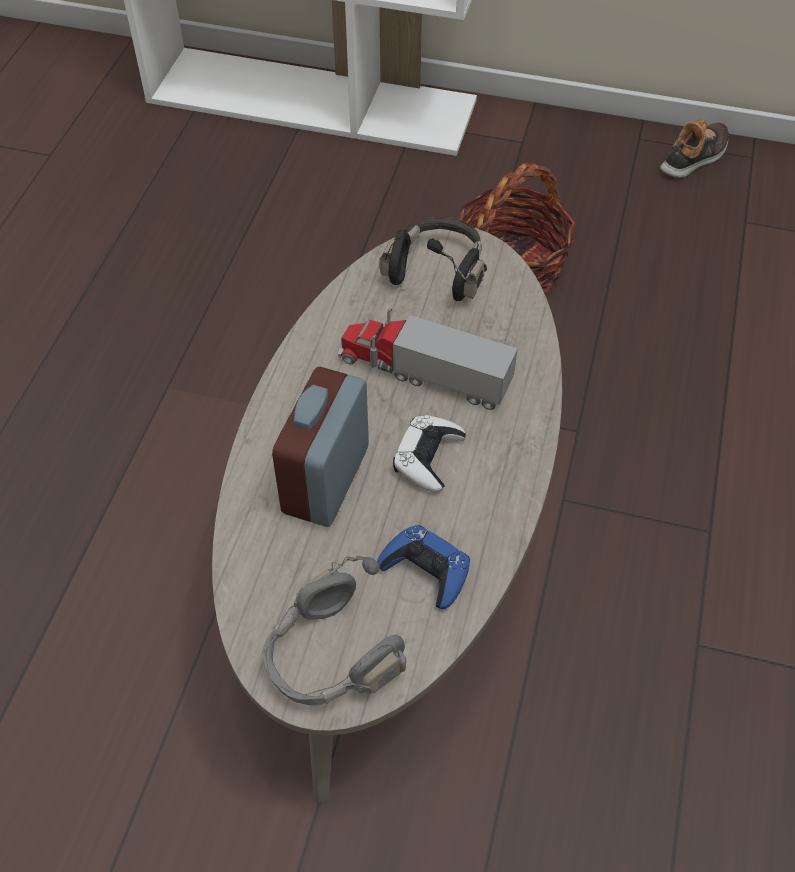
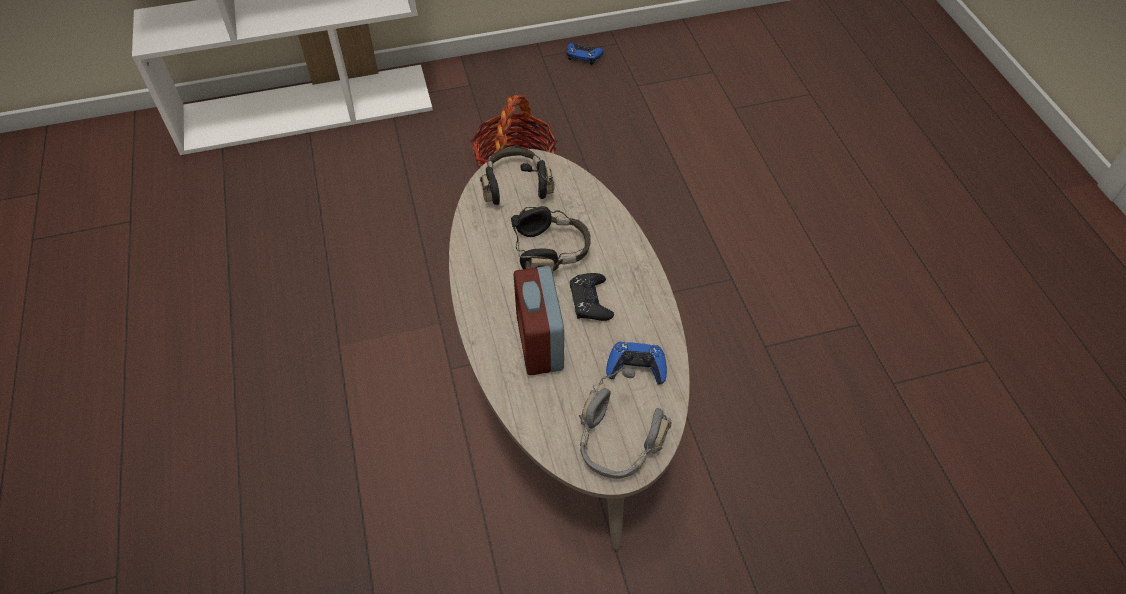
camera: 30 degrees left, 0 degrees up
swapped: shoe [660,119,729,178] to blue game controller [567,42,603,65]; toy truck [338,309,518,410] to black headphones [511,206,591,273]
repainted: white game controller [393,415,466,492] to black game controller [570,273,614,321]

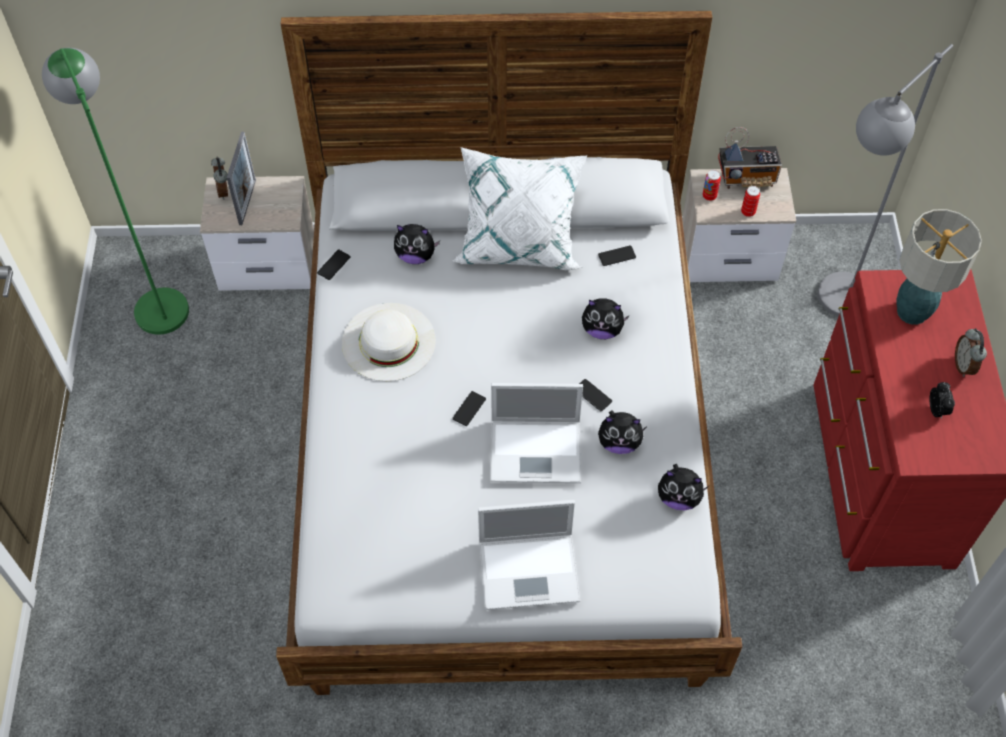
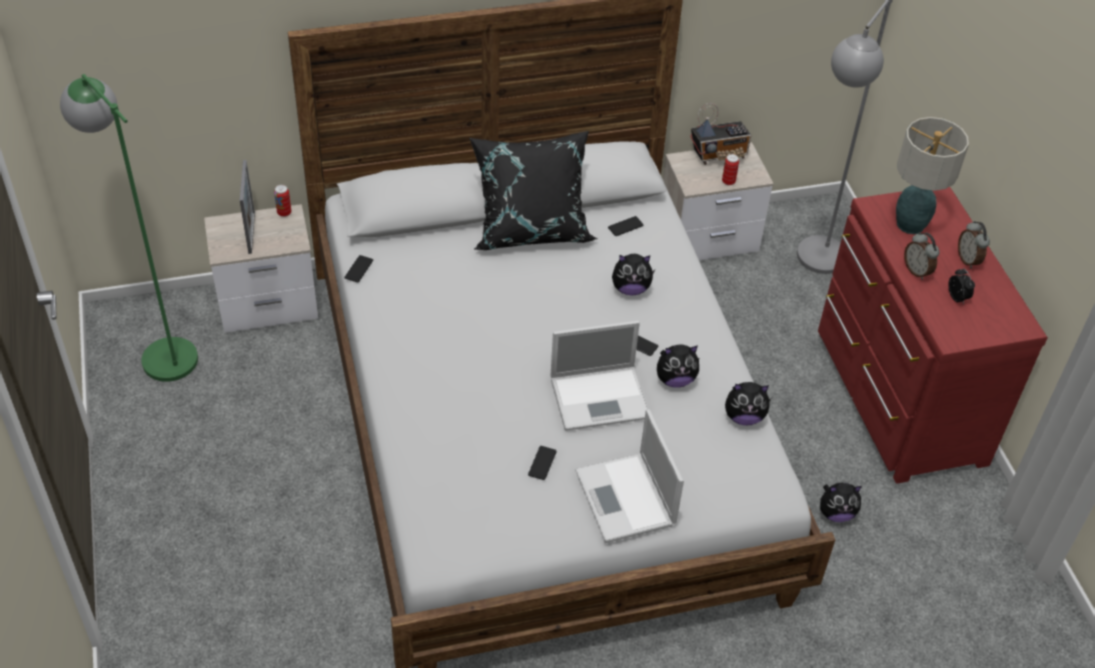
camera: 15 degrees left, 10 degrees down
gone: white hat [342,303,436,381]
shifted: alarm clock [211,157,228,200] to [904,232,940,280]; can [703,170,721,201] to [274,185,291,217]; plush toy [394,224,440,264] to [820,483,862,522]; phone [452,391,486,426] to [528,446,557,480]
repainted: white pillow [452,147,587,270] to black pillow [469,131,597,250]
rotated: laptop [478,500,580,610] = [575,409,684,543] 90 degrees clockwise

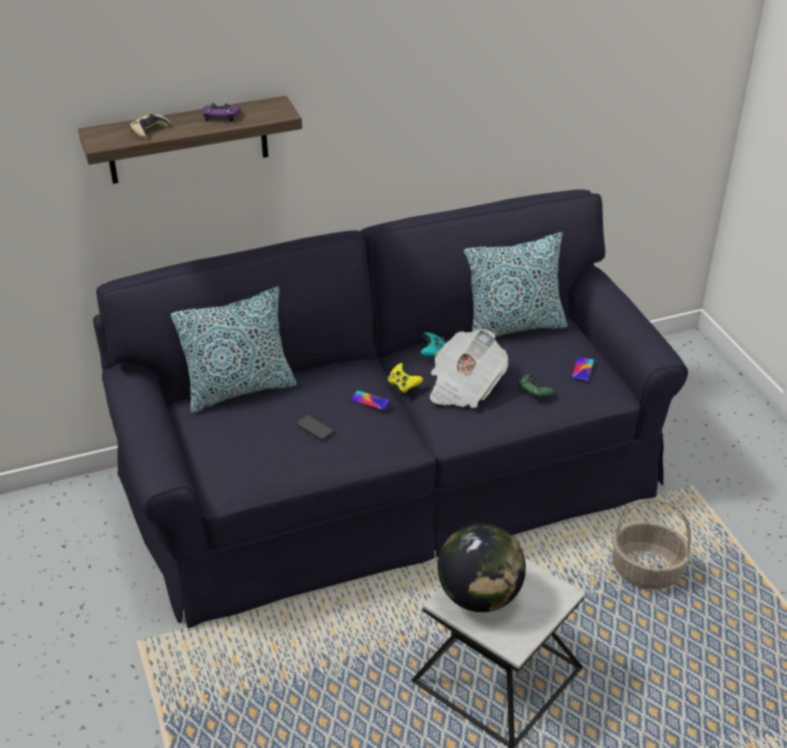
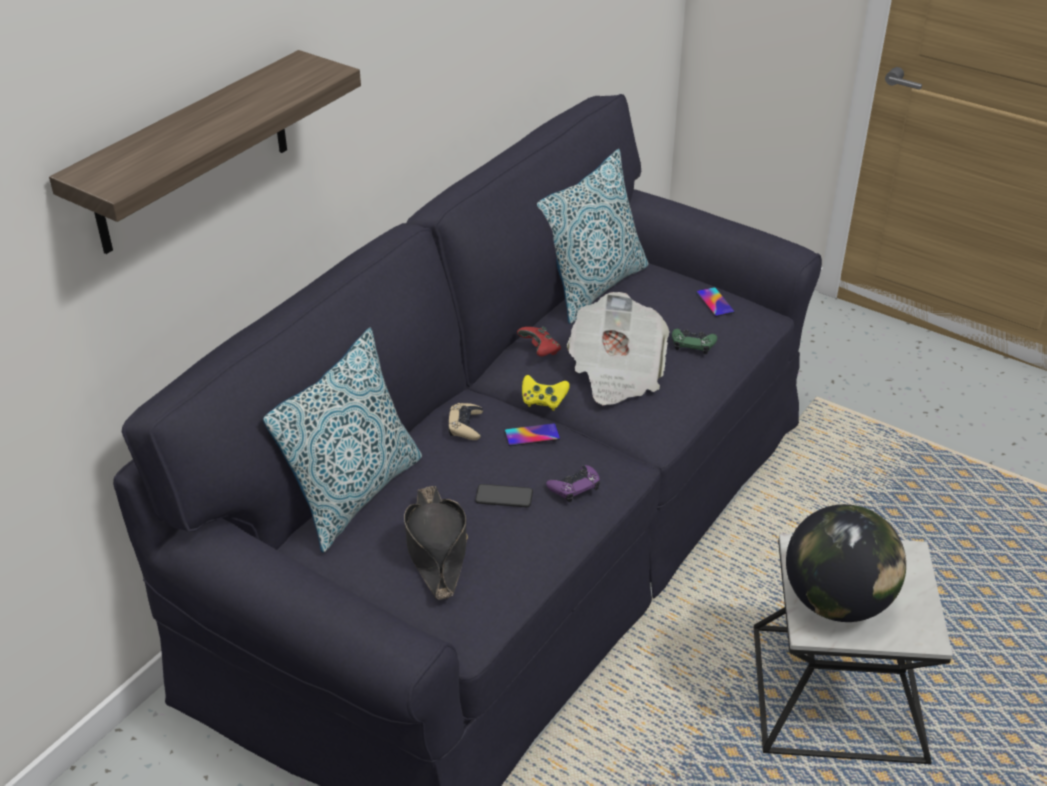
camera: 35 degrees left, 0 degrees up
gone: basket [613,499,691,589]
new: black hat [404,486,468,600]
shifted: purple game controller [202,103,241,122] to [546,465,600,502]; beige game controller [130,113,170,139] to [448,403,483,440]
repainted: turquoise game controller [421,332,445,356] to red game controller [517,326,561,356]

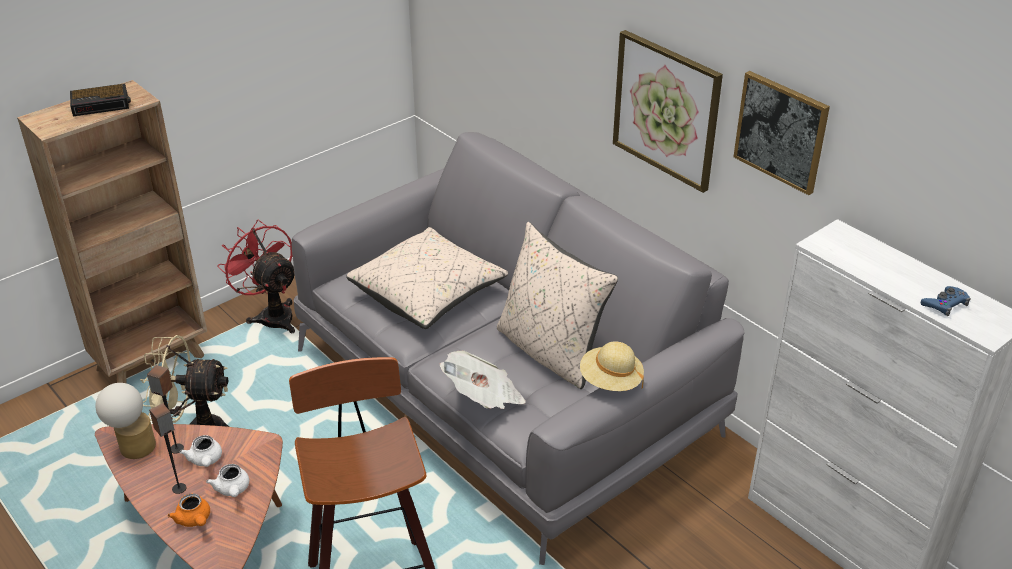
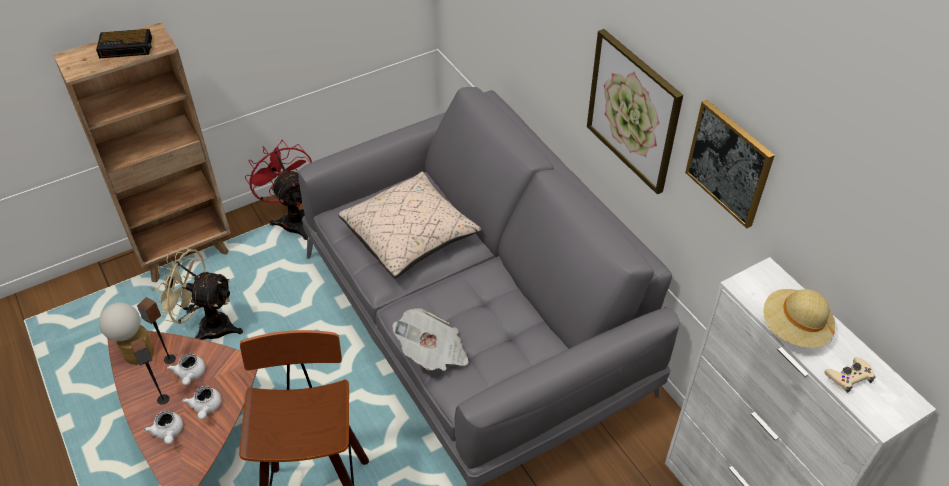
camera: 10 degrees right, 10 degrees up
gone: beige pillow [497,222,618,390]
shifted: beige hat [580,341,644,391] to [763,289,835,348]
repainted: blue game controller [920,286,971,316] to beige game controller [824,357,875,393]; orange teapot [168,493,210,527] to white teapot [144,411,183,444]

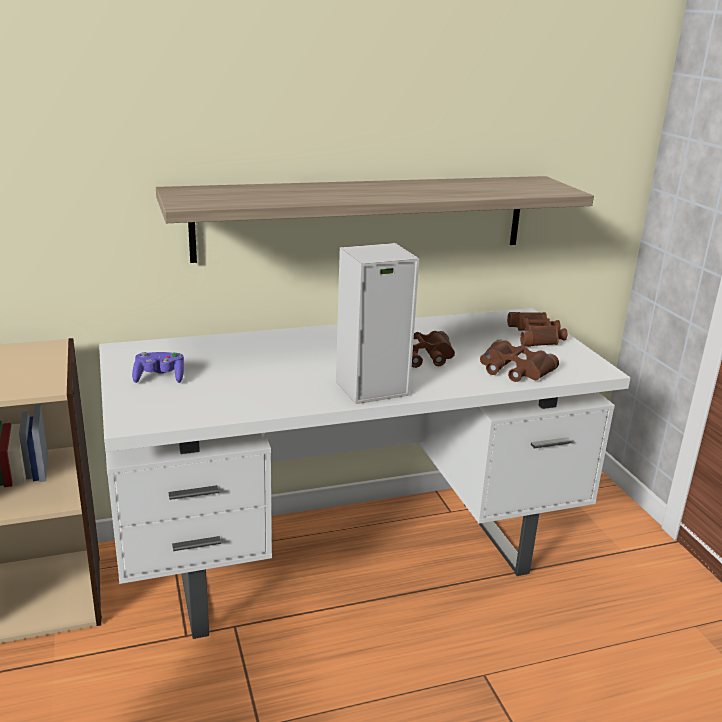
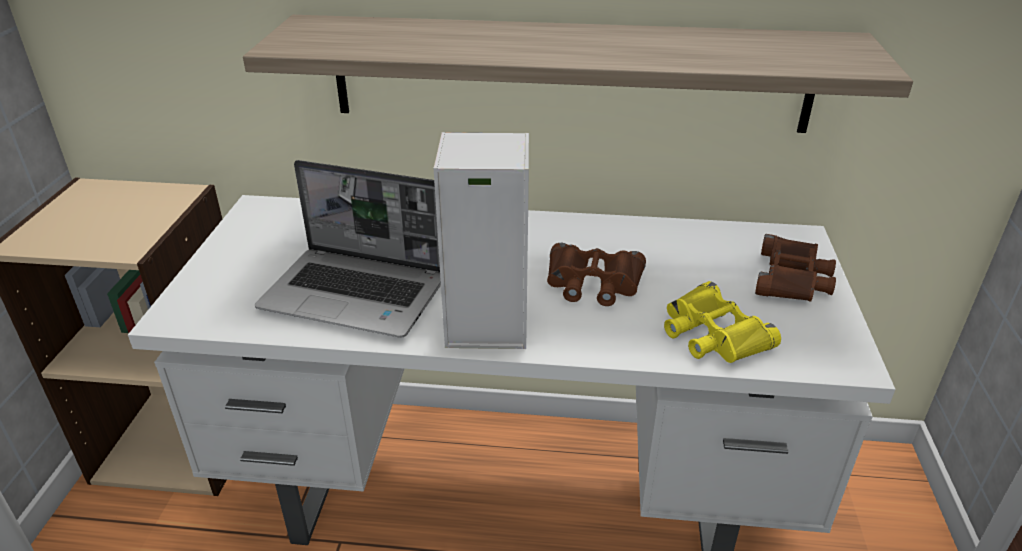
camera: 25 degrees right, 10 degrees up
gone: purple game controller [132,352,184,383]
new: laptop [255,160,441,338]
repainted: brown binoculars [480,339,559,382] to yellow binoculars [664,281,781,363]

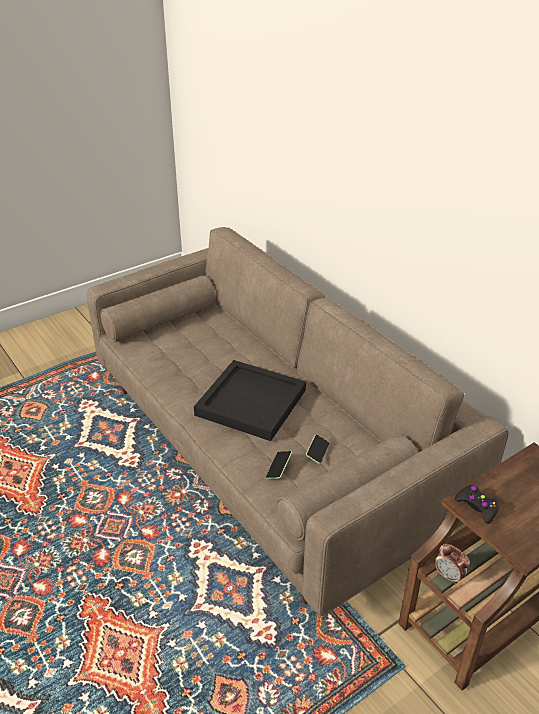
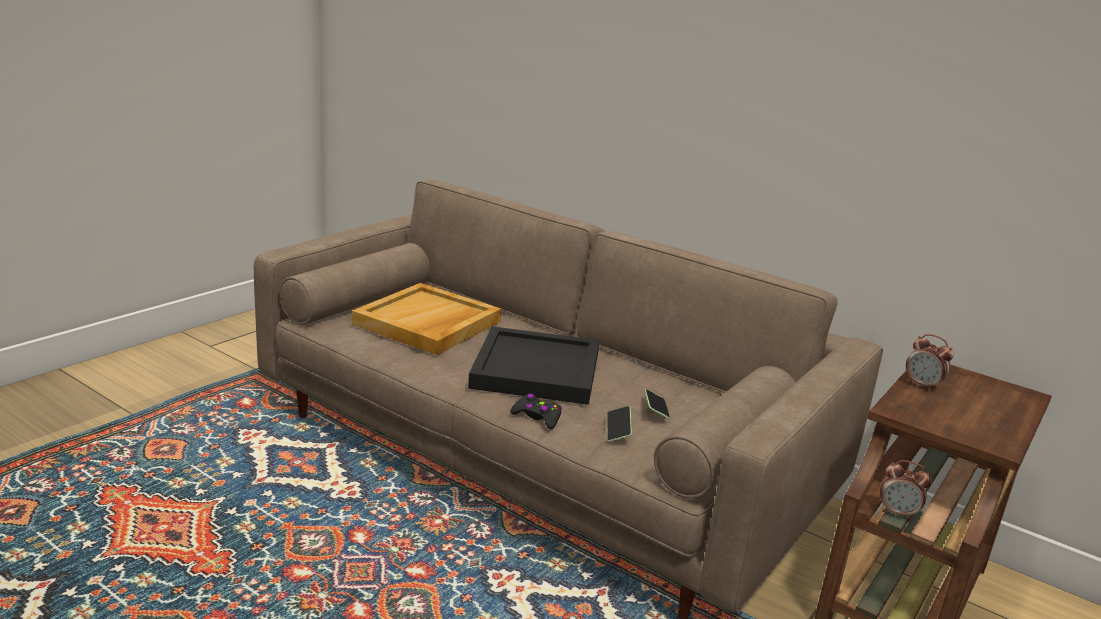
camera: 20 degrees left, 15 degrees down
new: beige tray [352,283,501,355]; alarm clock [906,334,954,392]
shifted: black game controller [455,485,500,524] to [510,394,562,429]

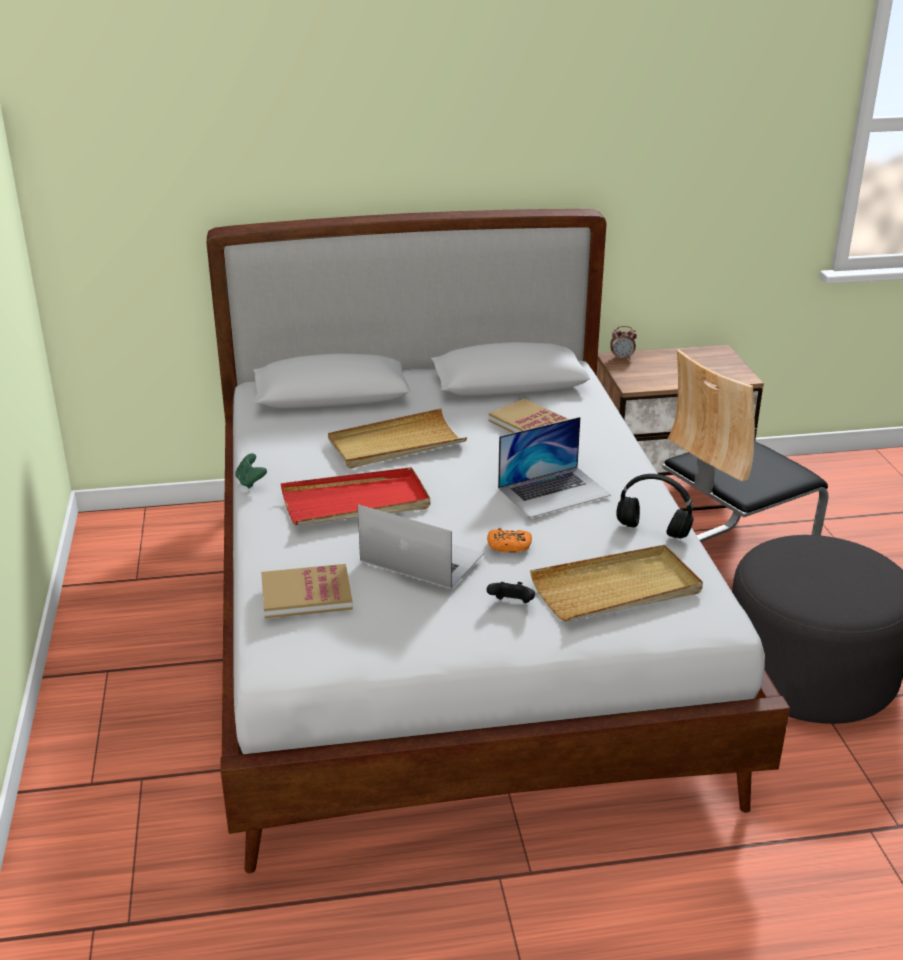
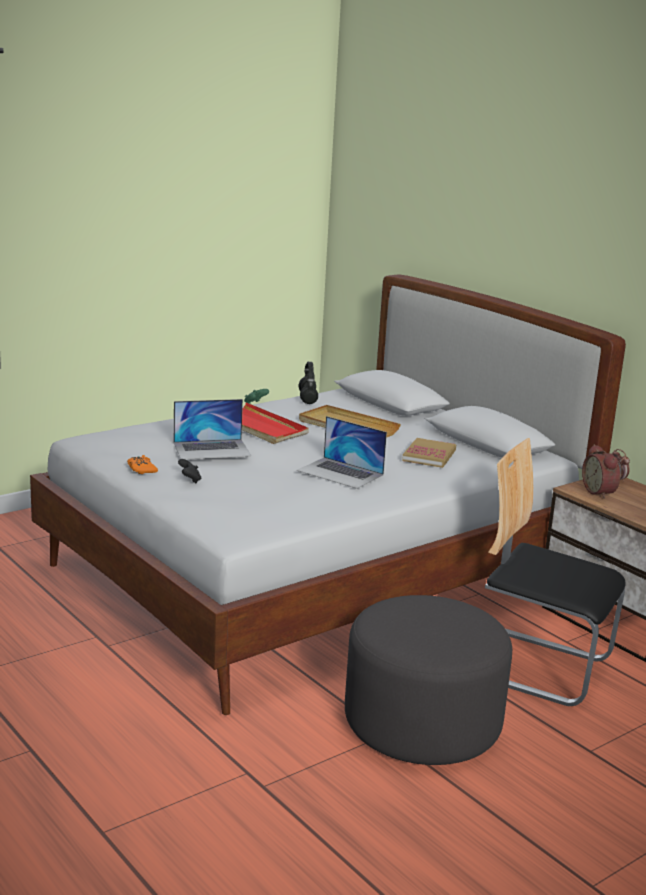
camera: 60 degrees right, 10 degrees down
gone: beige tray [530,545,703,621]; book [261,564,353,619]
new: alarm clock [582,444,620,499]
shifted: black headphones [616,474,693,539] to [298,362,318,404]; orange game controller [487,528,532,553] to [127,455,158,474]
rotated: laptop [358,504,484,589] = [174,399,251,459] 75 degrees clockwise

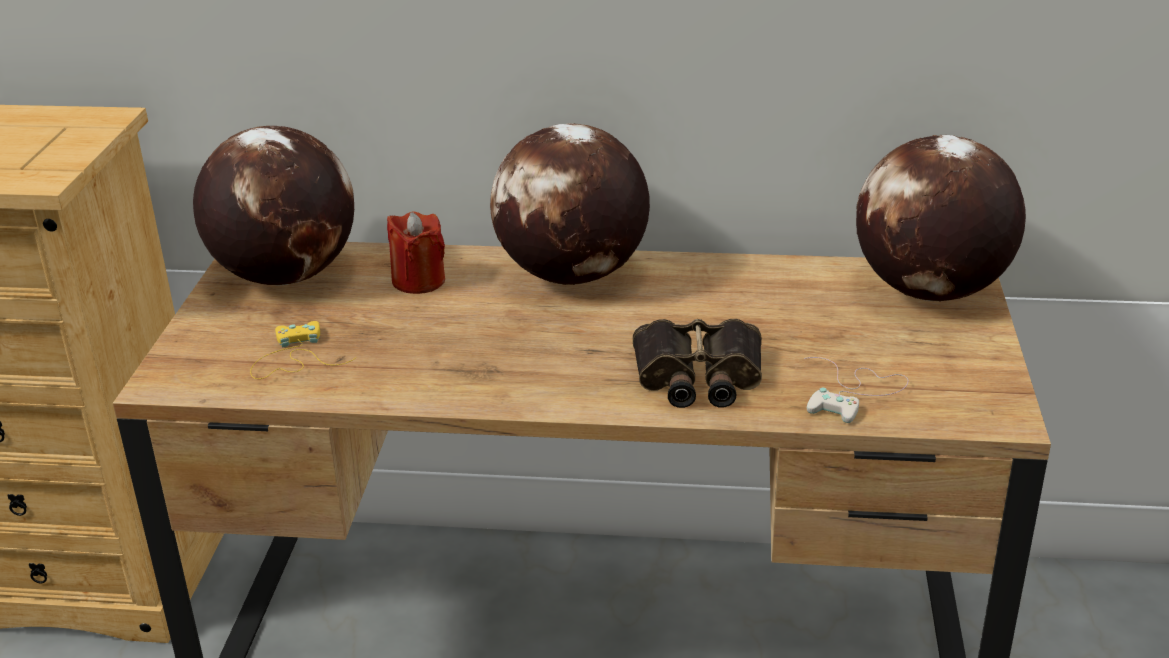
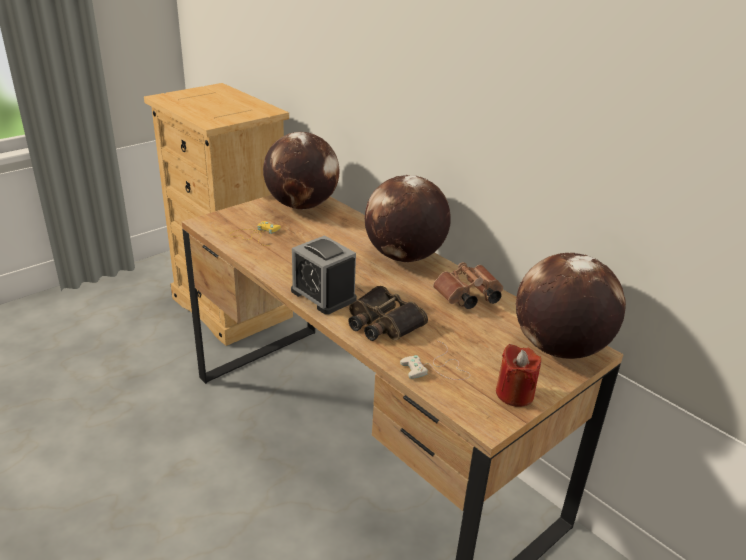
camera: 40 degrees right, 0 degrees up
new: alarm clock [291,235,357,315]; brown binoculars [433,262,503,309]
shifted: red candle [387,211,445,294] to [496,344,541,407]

